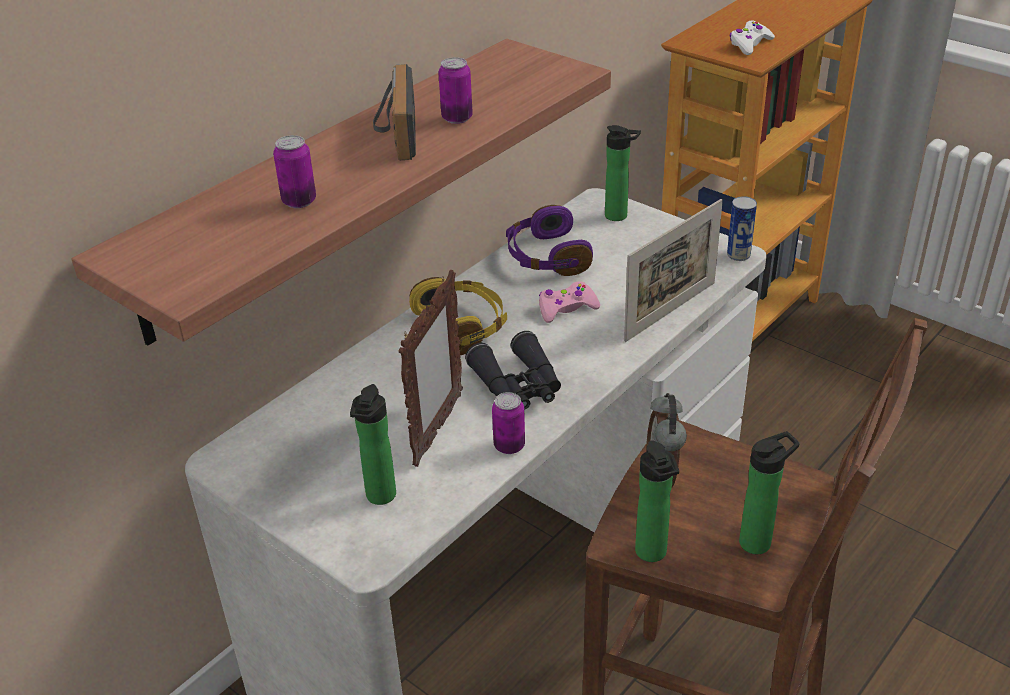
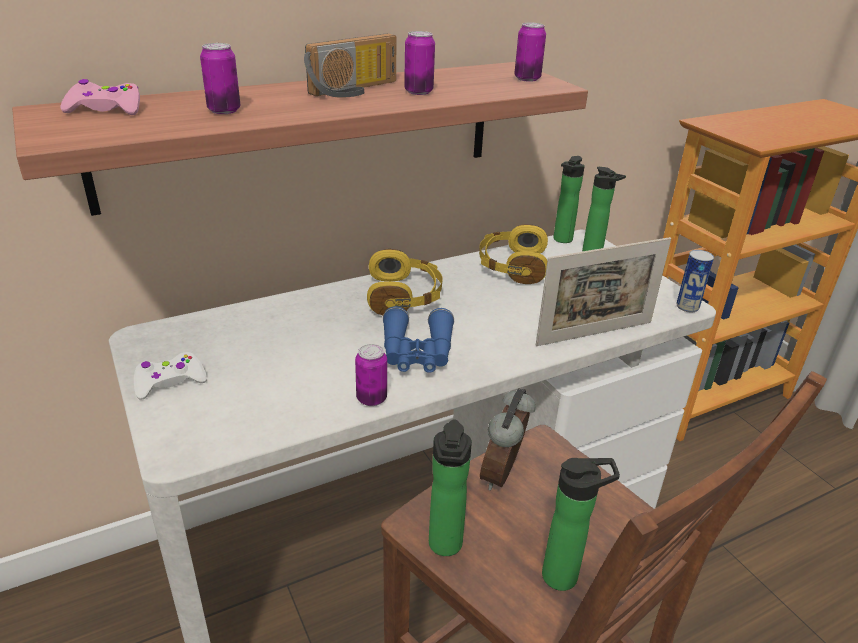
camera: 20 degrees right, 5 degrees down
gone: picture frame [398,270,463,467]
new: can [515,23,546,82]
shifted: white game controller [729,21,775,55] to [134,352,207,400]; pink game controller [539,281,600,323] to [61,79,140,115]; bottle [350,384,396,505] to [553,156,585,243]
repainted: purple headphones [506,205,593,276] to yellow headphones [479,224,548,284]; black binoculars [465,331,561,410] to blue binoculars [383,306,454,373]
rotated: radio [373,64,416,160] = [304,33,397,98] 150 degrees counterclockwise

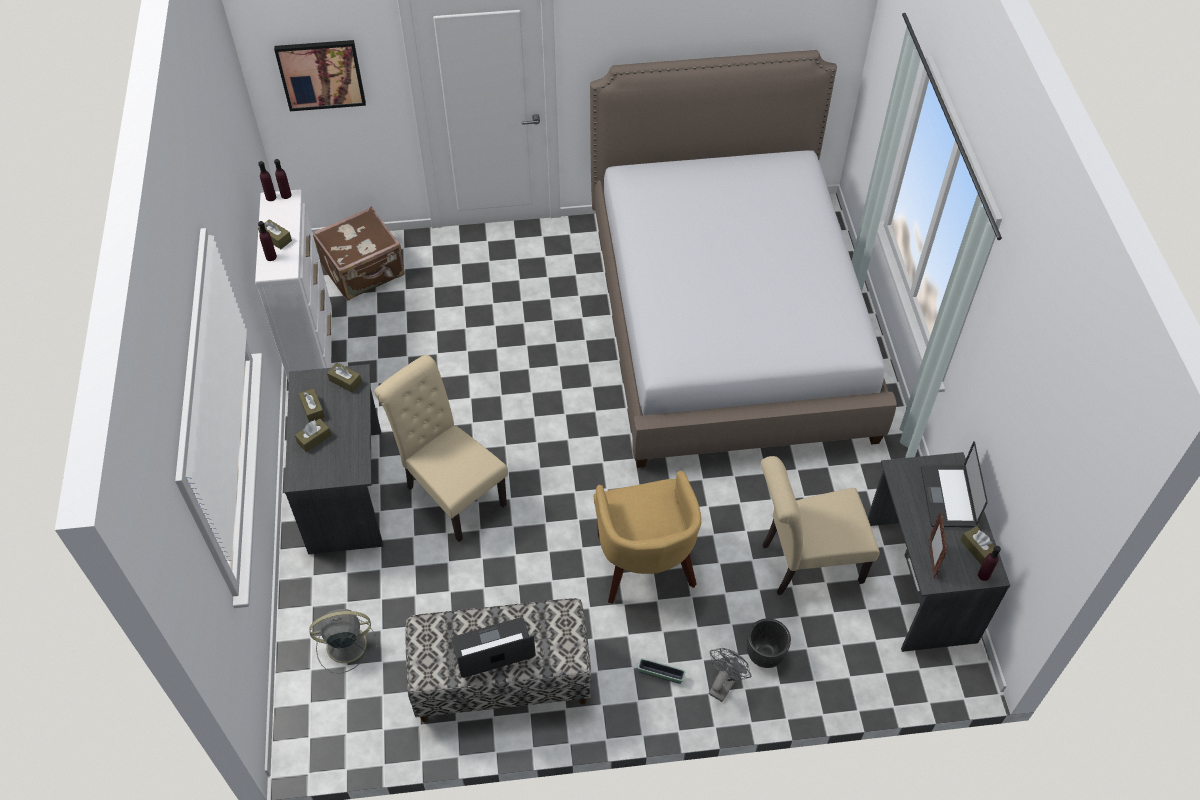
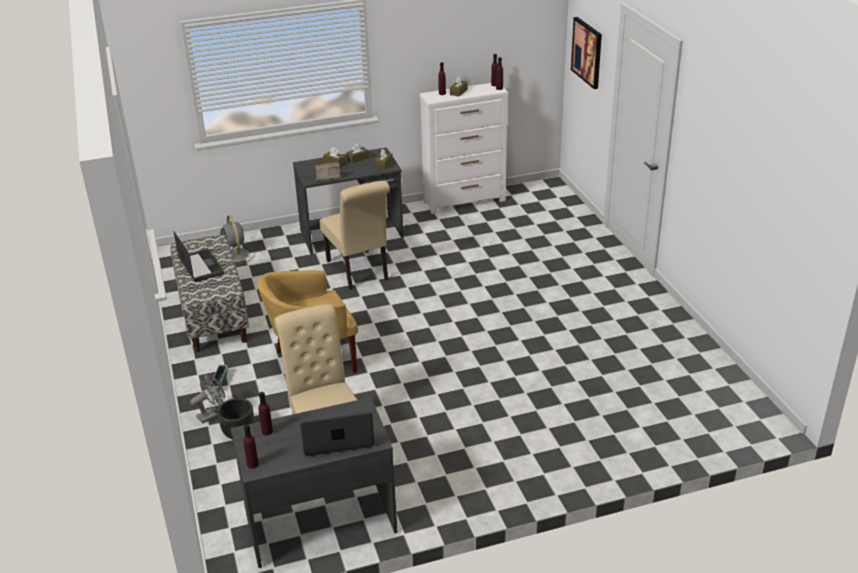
camera: 80 degrees right, 20 degrees down
gone: bed [590,50,896,468]; brown suitcase [313,207,405,301]; brown tissue box [960,526,995,565]
new: radio [314,162,341,181]
swapped: picture frame [928,511,947,579] to purple bottle [259,392,273,435]
rotated: beige chair [374,355,508,542] = [319,181,390,290] 120 degrees clockwise; grey fan [709,648,751,702] = [190,374,225,424] 60 degrees counterclockwise

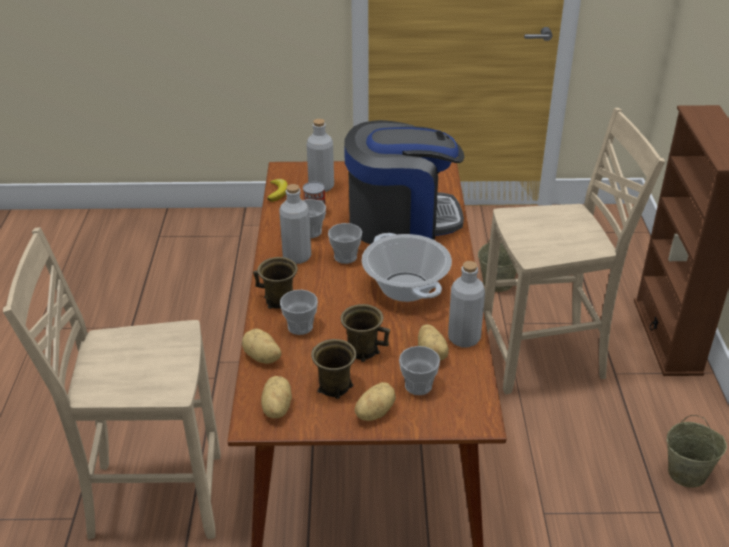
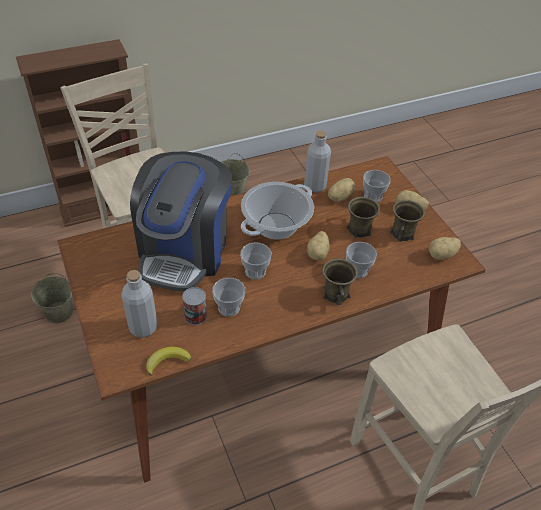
camera: 115 degrees left, 10 degrees up
gone: grey bottle [279,184,311,264]
shifted: potato [242,329,281,364] to [307,231,330,261]
rotated: coffee machine [344,120,465,244] = [130,151,232,291] 135 degrees counterclockwise

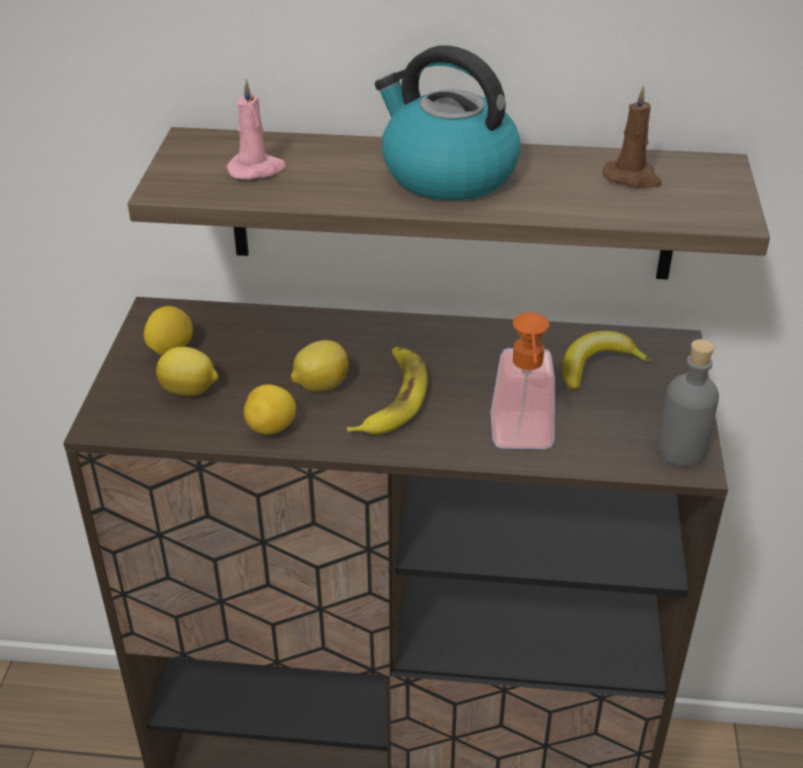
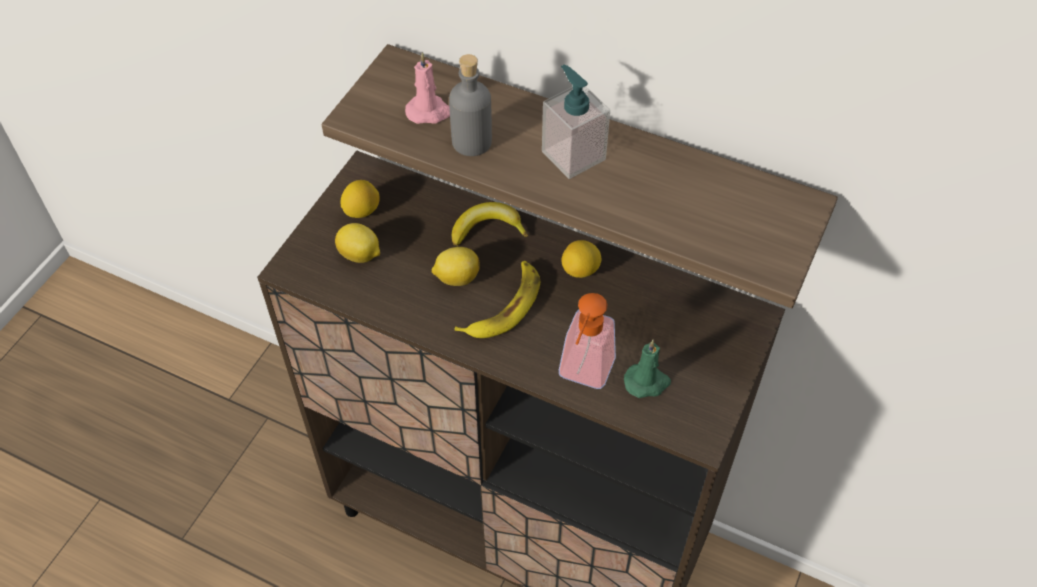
camera: 20 degrees right, 15 degrees up
gone: brown candle [603,85,662,188]
new: green candle [624,340,671,398]
shifted: banana [562,331,651,391] to [452,202,528,246]; grey bottle [657,339,719,467] to [449,54,492,156]; lemon [244,384,296,435] to [562,240,602,278]
swapped: kettle [375,45,521,201] to soap dispenser [542,64,610,179]

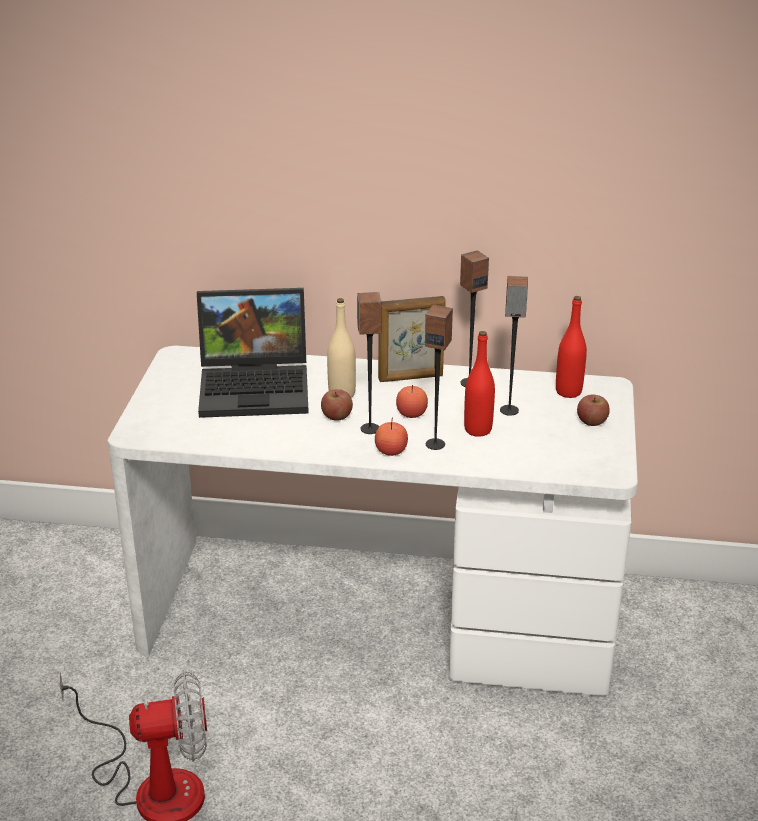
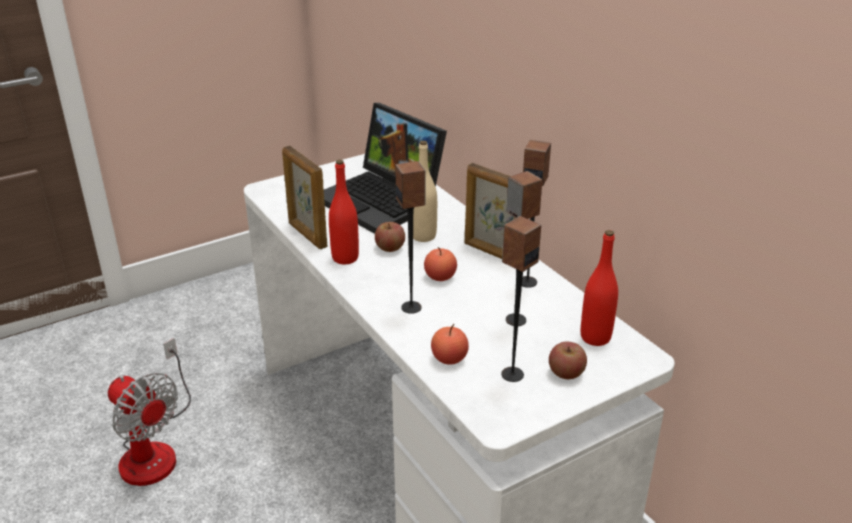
camera: 50 degrees right, 0 degrees up
new: picture frame [282,146,327,249]
shifted: speaker [357,292,381,434] to [501,216,541,382]; red bottle [464,331,495,437] to [329,160,359,264]; apple [375,418,408,456] to [431,324,469,364]

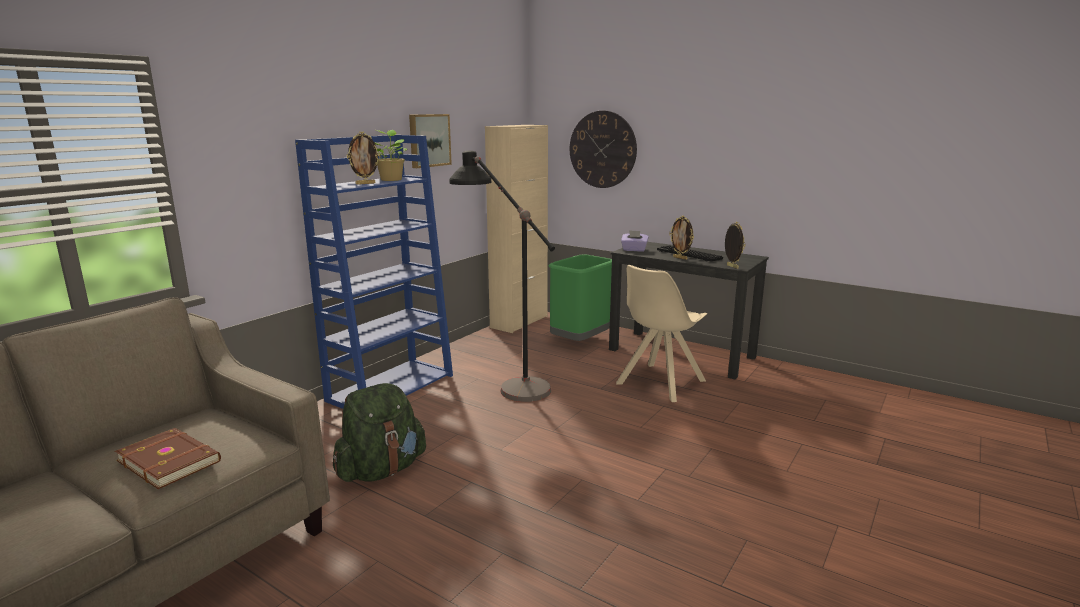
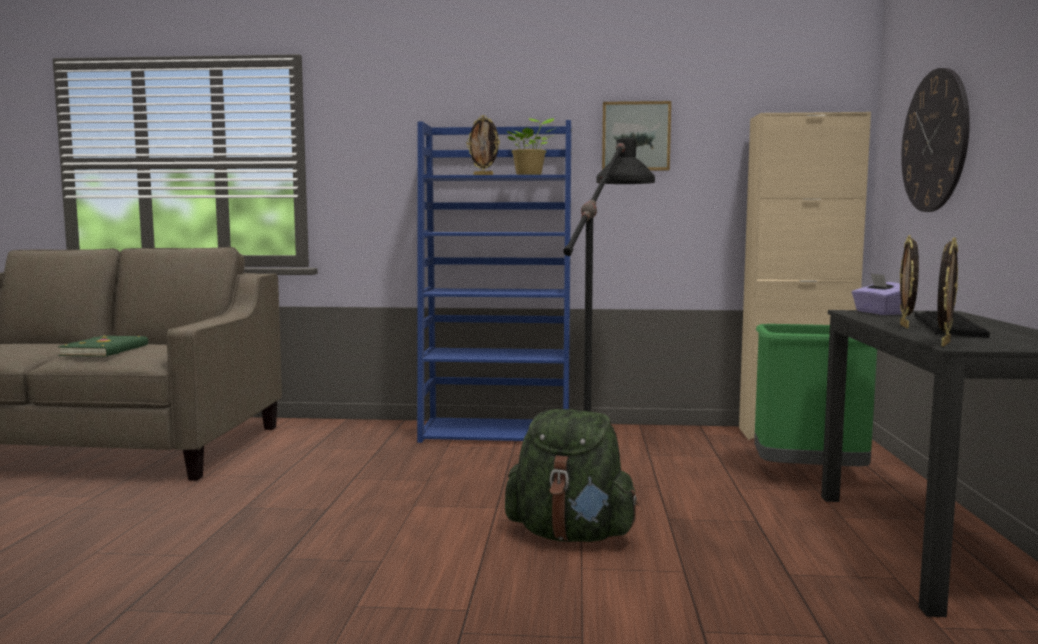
camera: 60 degrees right, 10 degrees down
gone: beige chair [616,265,707,402]
shifted: green backpack [333,383,426,482] to [505,409,640,542]
repainted: brown book [115,428,221,489] to green book [58,335,148,357]

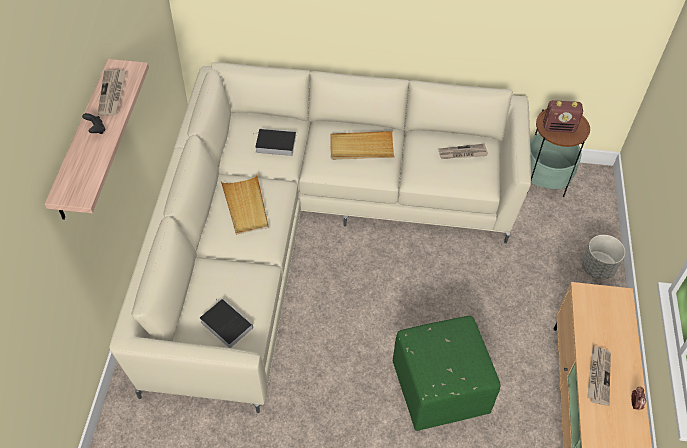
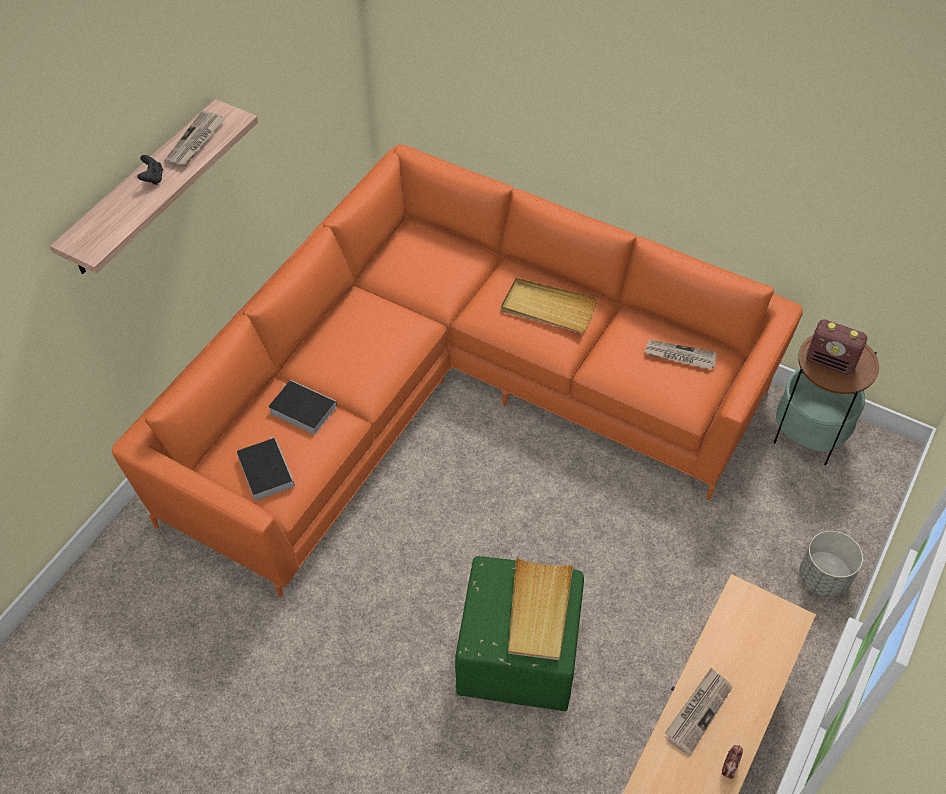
camera: 25 degrees right, 0 degrees up
shifted: book [253,128,296,156] to [268,380,337,435]; beige tray [221,175,269,235] to [508,556,574,660]
repainted: beige sofa [109,62,531,413] to orange sofa [112,144,803,597]

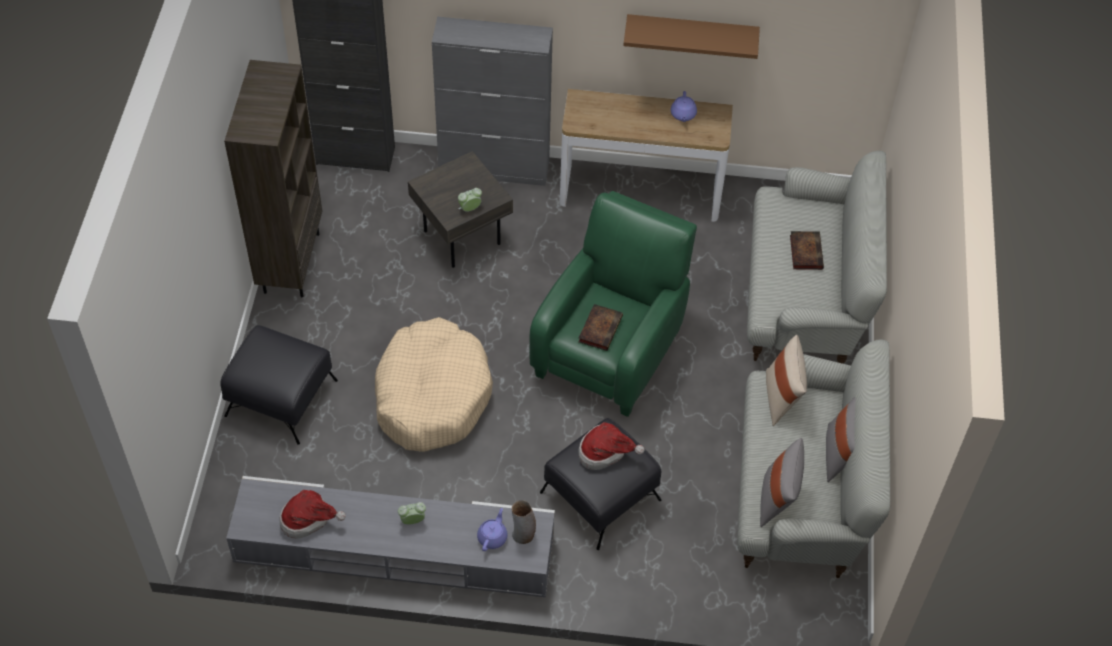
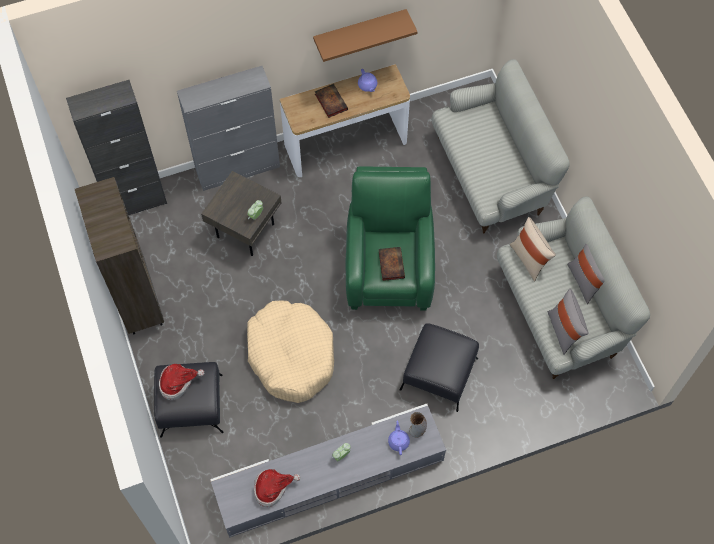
camera: 25 degrees left, 10 degrees up
shifted: book [790,231,824,270] to [315,84,348,118]; hat [578,422,645,470] to [159,364,204,400]

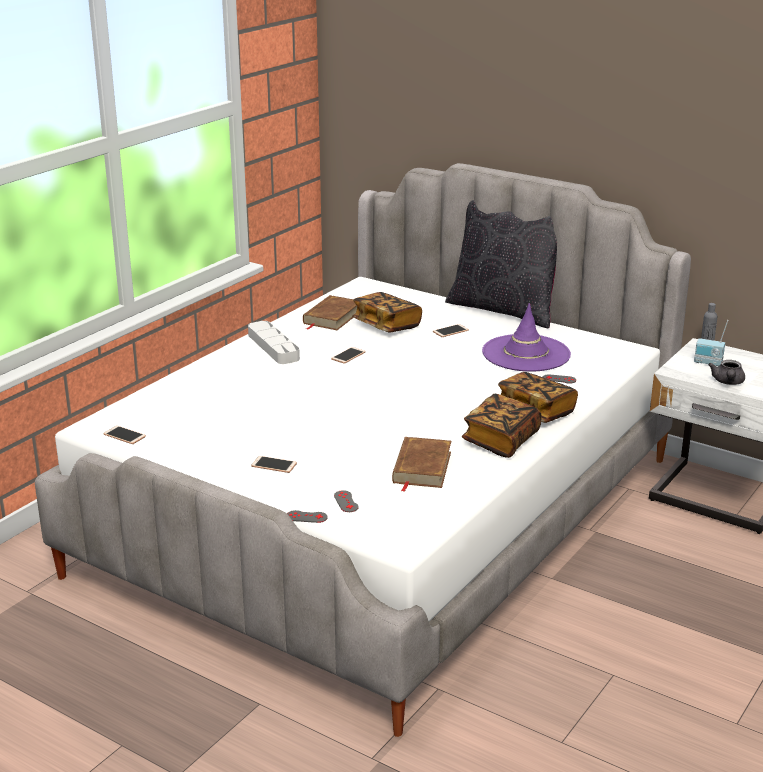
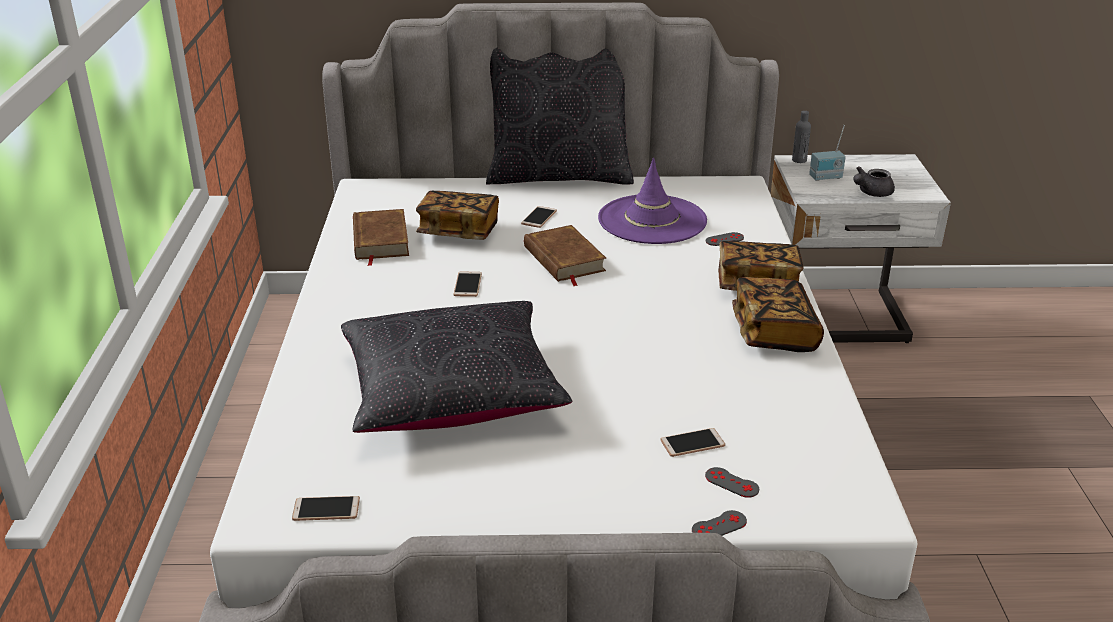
camera: 35 degrees left, 5 degrees up
gone: grey tray [248,321,300,364]
new: black pillow [341,301,572,433]
shifted: brown book [392,437,451,492] to [524,225,606,286]; phone [251,456,297,473] to [660,428,725,457]
rotated: grey teapot [708,360,745,385] = [853,166,895,197] 75 degrees clockwise

